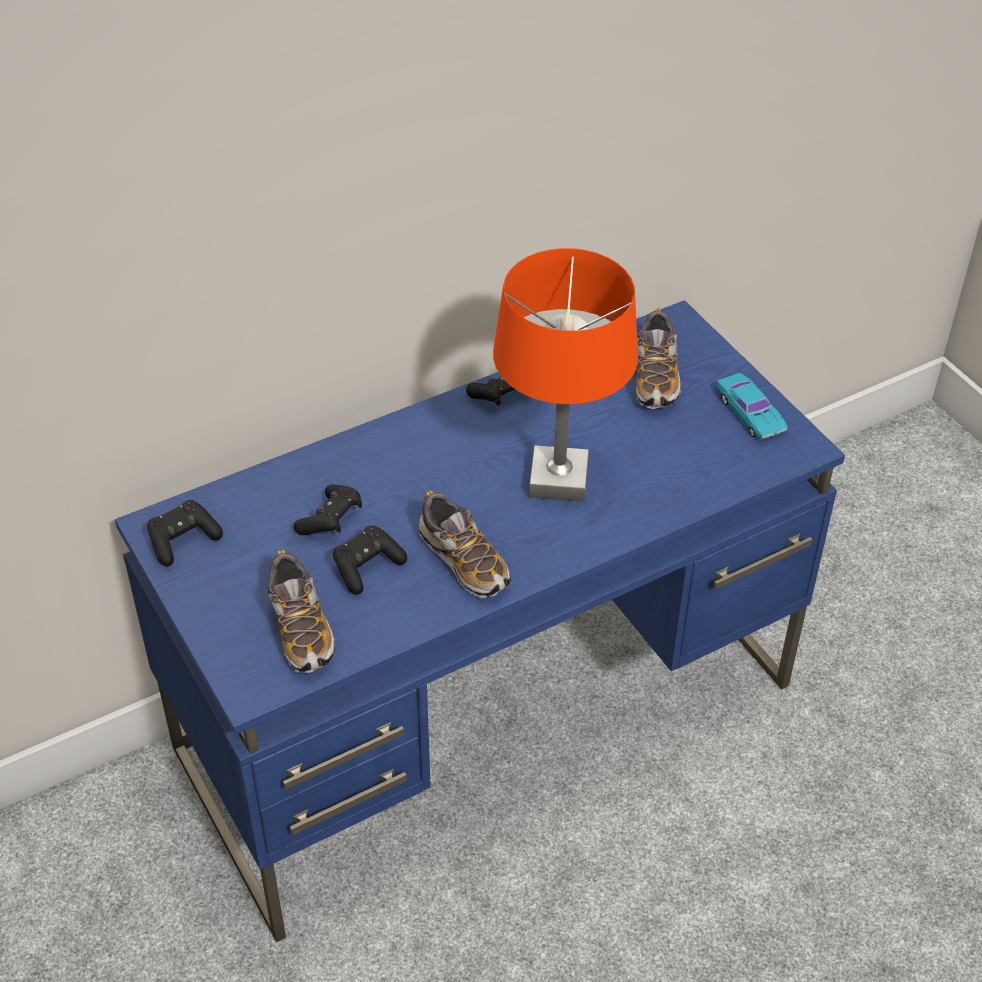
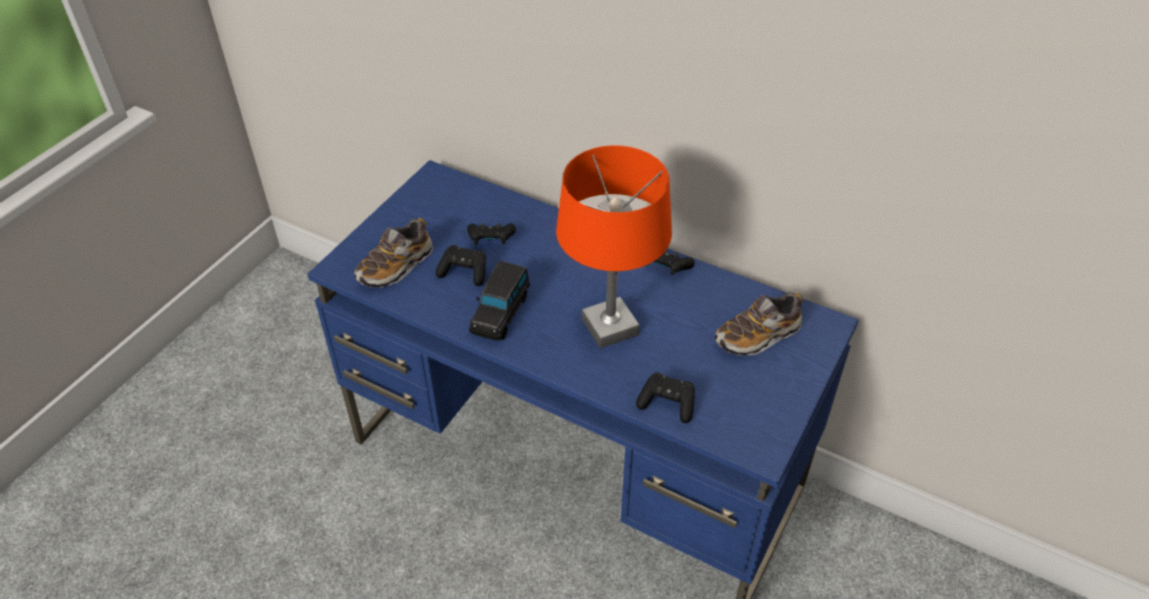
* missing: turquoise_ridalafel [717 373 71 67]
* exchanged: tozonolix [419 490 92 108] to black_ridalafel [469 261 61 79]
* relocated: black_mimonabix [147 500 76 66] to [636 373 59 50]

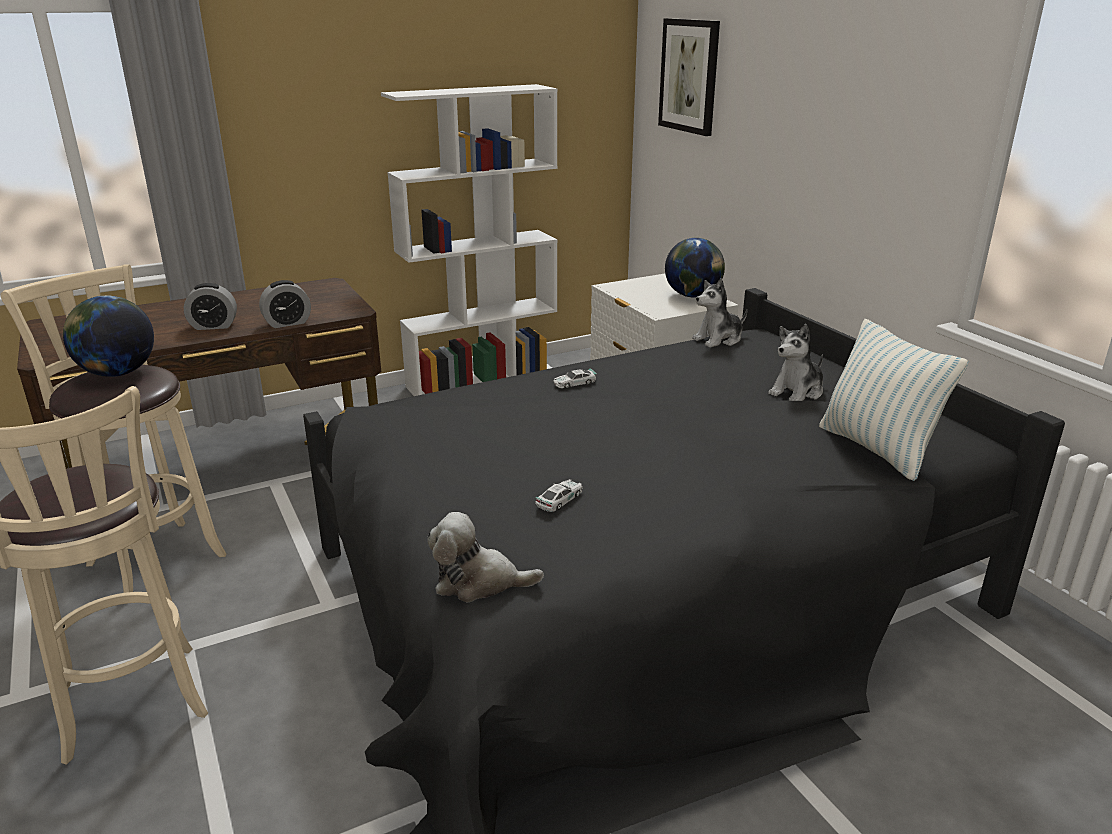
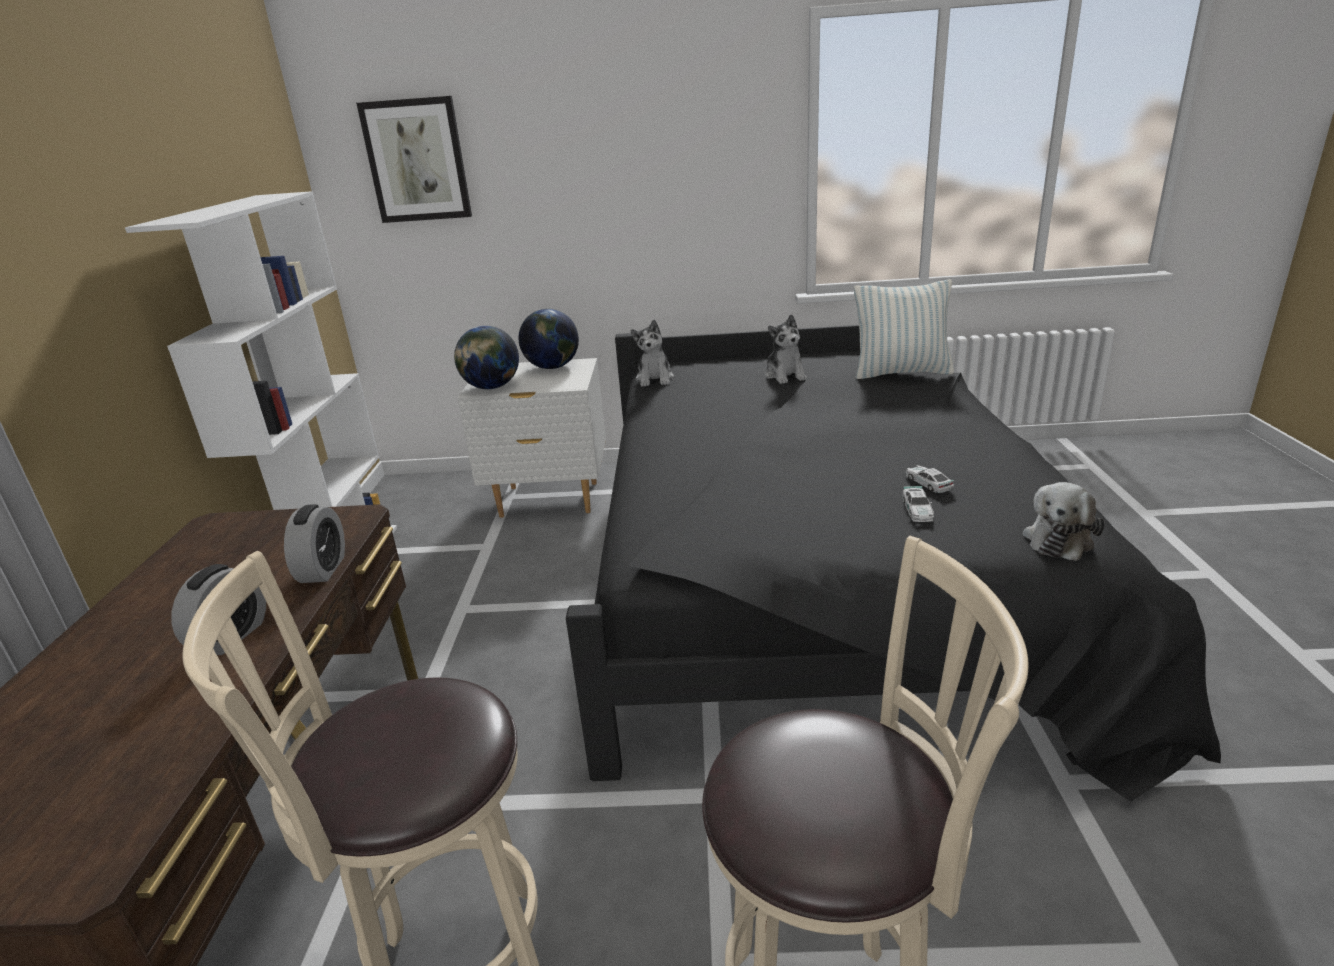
* relocated: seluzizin [63 296 91 81] to [454 326 65 63]
* relocated: ridalafel [553 368 44 20] to [902 486 32 36]

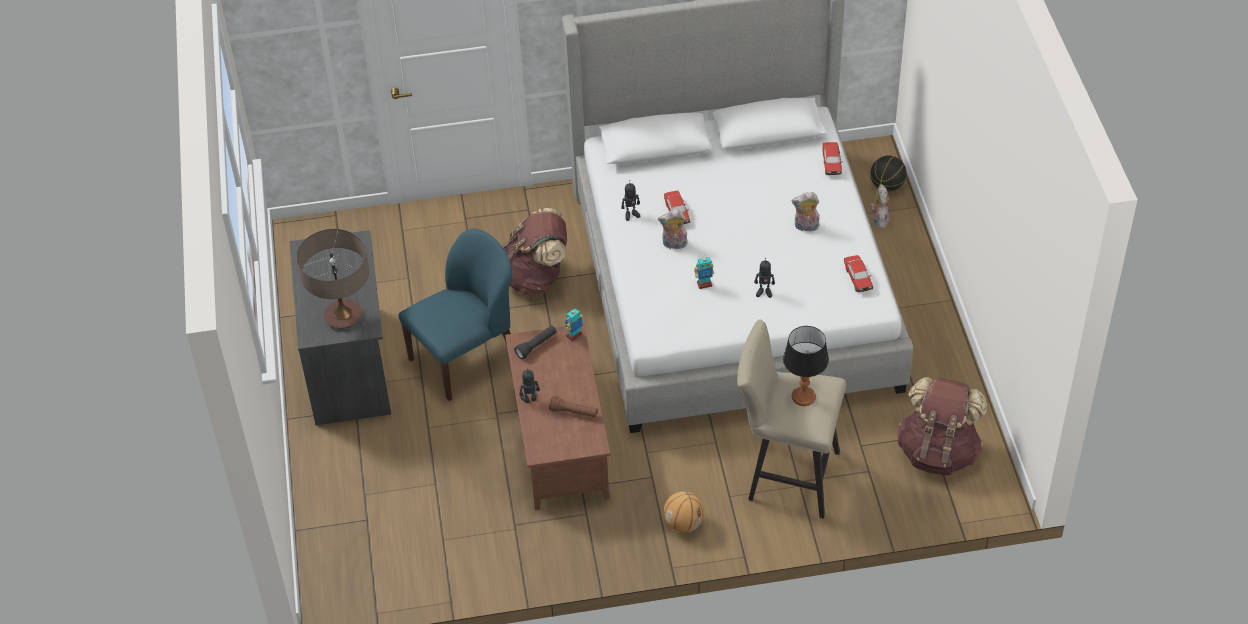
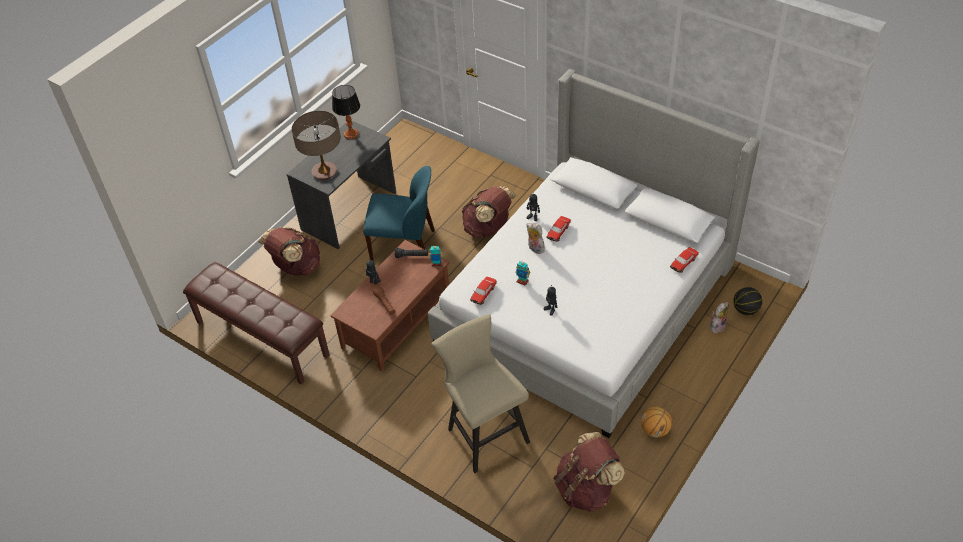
* missing: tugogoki [791 192 29 39]
* relocated: ridalafel [844 255 29 37] to [470 277 27 28]
* relocated: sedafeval [783 326 46 80] to [332 85 28 54]
* relocated: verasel [663 491 42 42] to [641 406 31 32]
* appeared: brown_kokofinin [258 227 62 49]
* appeared: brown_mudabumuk [183 262 147 122]

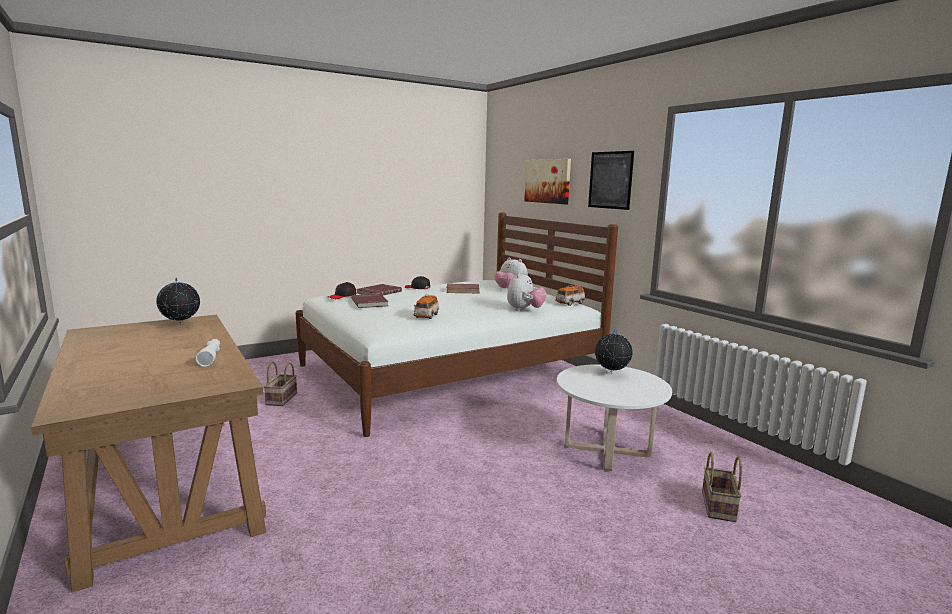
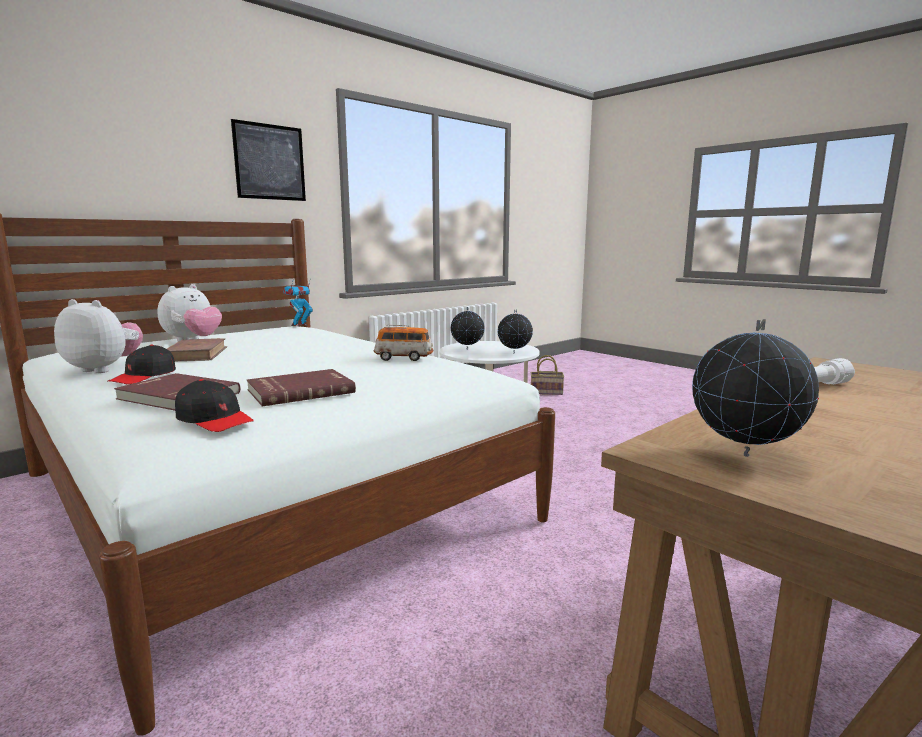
* missing: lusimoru [524 159 47 45]
* relocated: tugogoki [507 272 39 39] to [54 299 89 74]
* exchanged: ridalafel [555 285 30 21] to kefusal [283 278 30 49]
* missing: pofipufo [264 362 33 44]
* appeared: seluzizin [498 309 35 44]

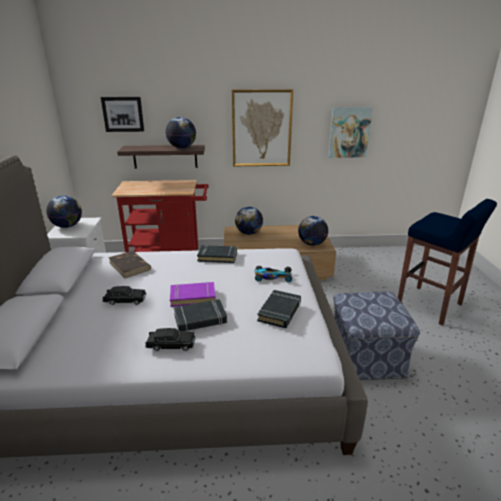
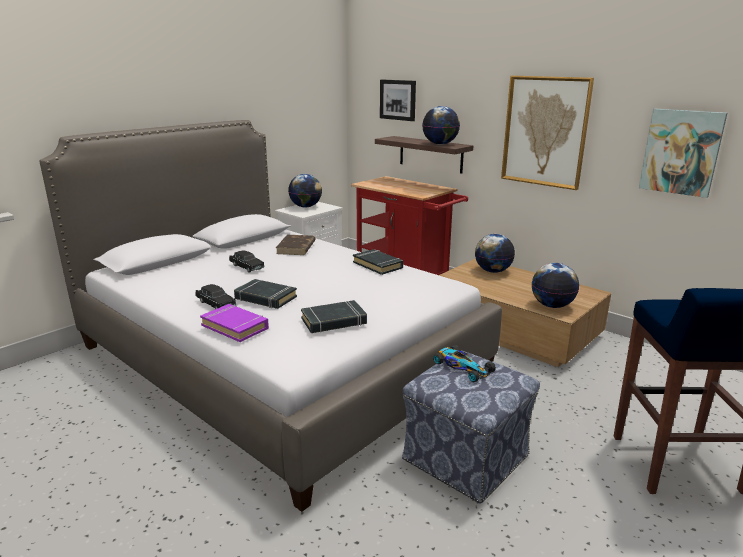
* relocated: ridalafel [255 266 37 16] to [433 345 63 37]
* relocated: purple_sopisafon [170 282 46 25] to [200 304 69 38]

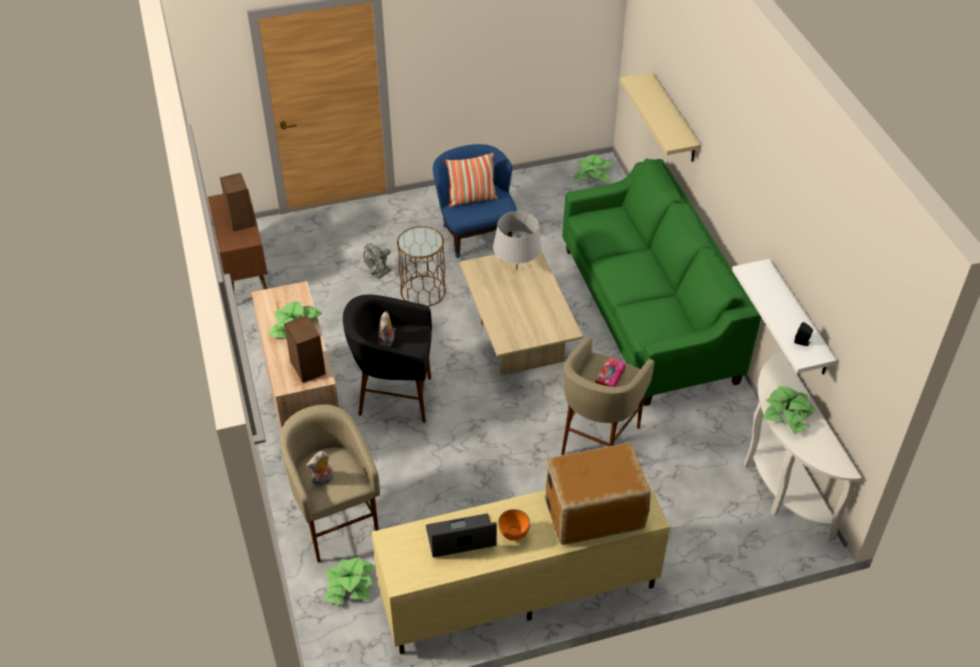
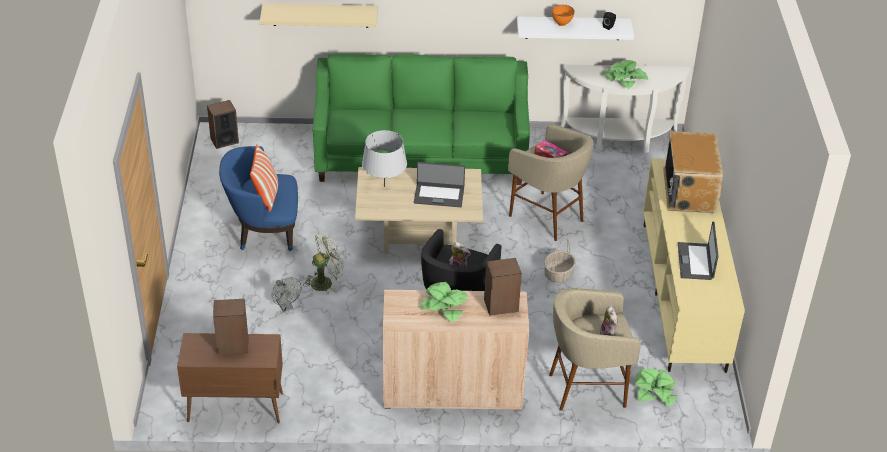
* exchanged: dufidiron [573 154 41 28] to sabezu [207 100 32 49]
* exchanged: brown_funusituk [397 226 49 81] to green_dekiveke [303 233 42 60]
* relocated: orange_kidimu [498 509 32 32] to [552 5 22 21]
* appeared: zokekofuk [414 162 51 45]
* appeared: pofipufo [544 238 32 45]

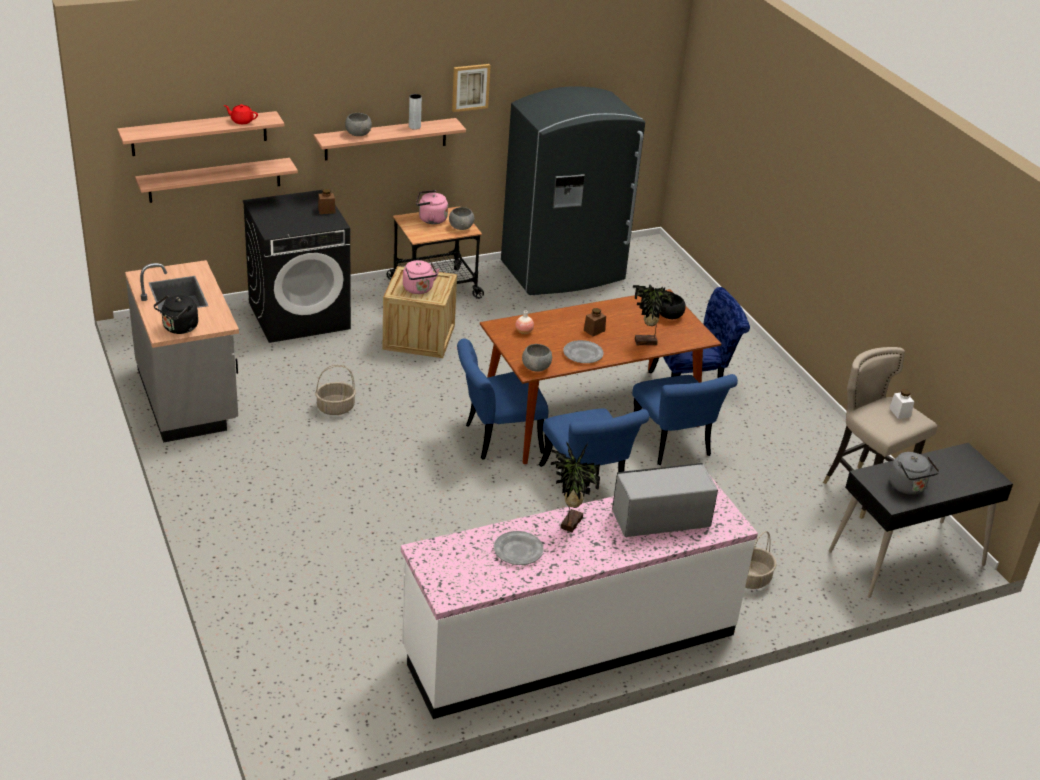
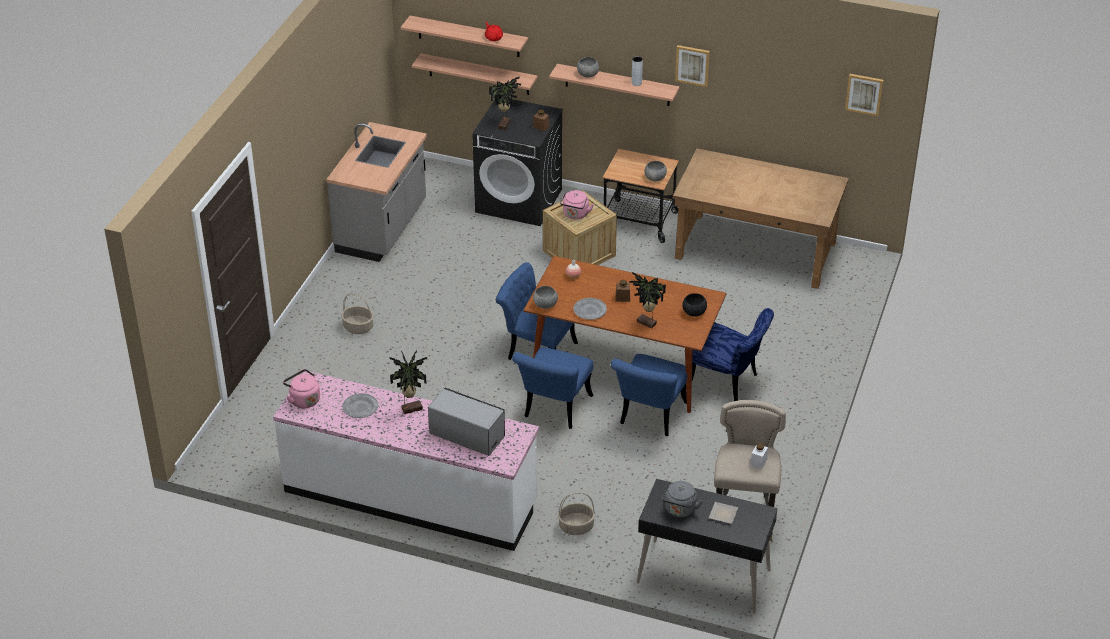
* exchanged: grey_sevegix [501 86 144 209] to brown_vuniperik [673 148 176 141]
* relocated: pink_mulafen [416 190 32 34] to [283 369 37 40]
* missing: black_mulafen [154 295 44 39]
* relocated: pofipufo [315 365 41 50] to [341 293 33 41]
* appeared: lusimoru [845 74 38 42]
* appeared: dufidiron [489 77 32 53]
* appeared: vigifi [709 502 29 22]

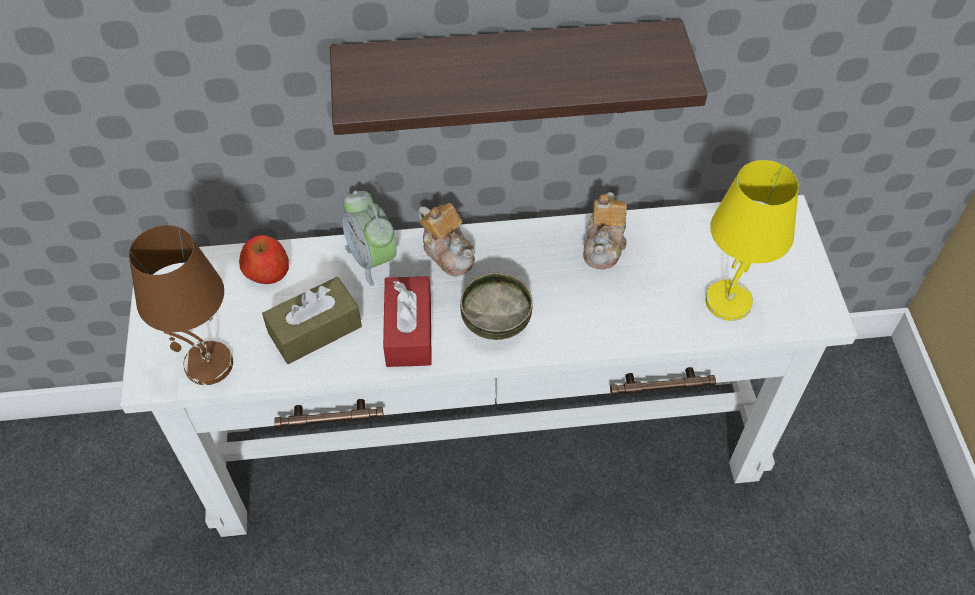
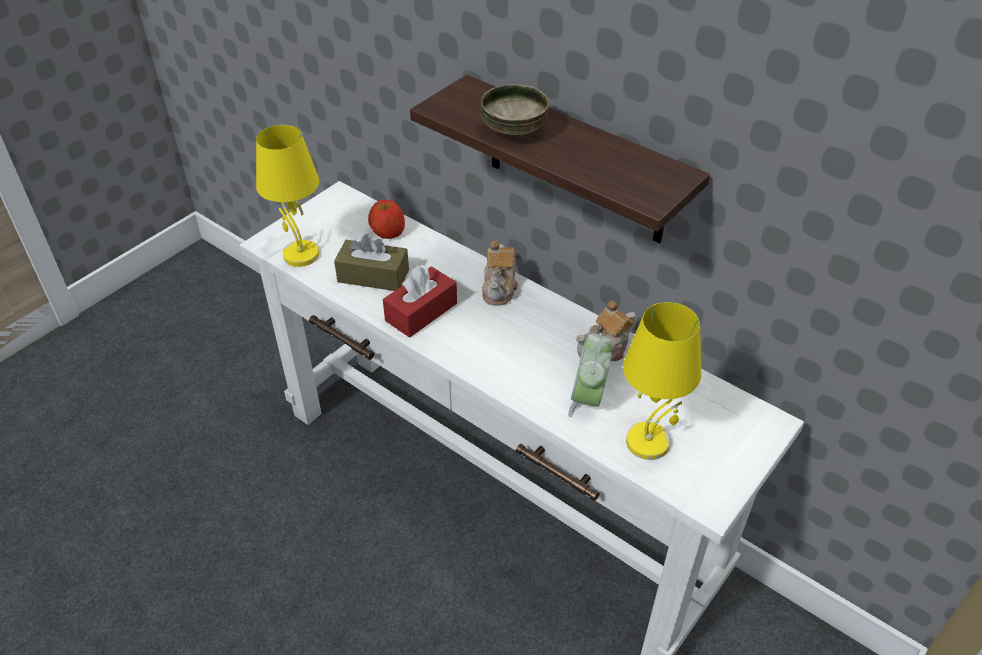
* relocated: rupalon [342 190 55 96] to [568 333 44 84]
* colour: brown_sedafeval [129 225 104 160] to yellow_sedafeval [256 125 63 142]
* relocated: kidimu [460 273 73 67] to [481 84 68 53]

